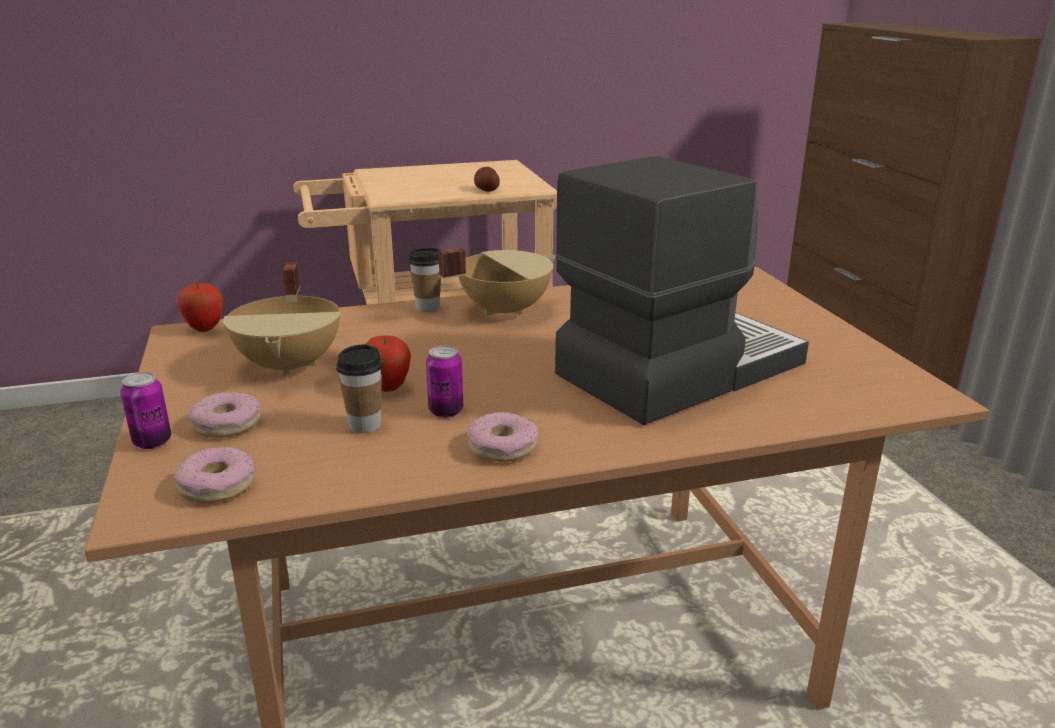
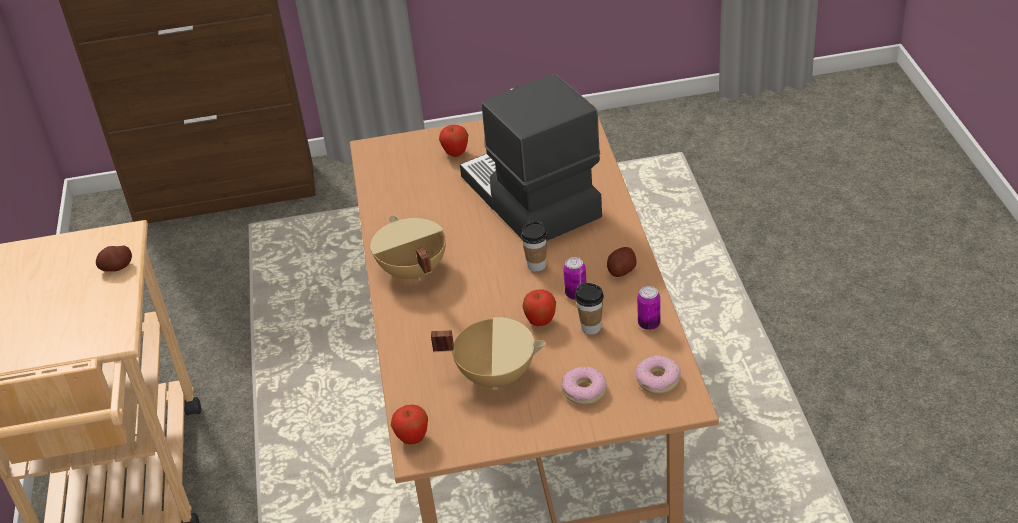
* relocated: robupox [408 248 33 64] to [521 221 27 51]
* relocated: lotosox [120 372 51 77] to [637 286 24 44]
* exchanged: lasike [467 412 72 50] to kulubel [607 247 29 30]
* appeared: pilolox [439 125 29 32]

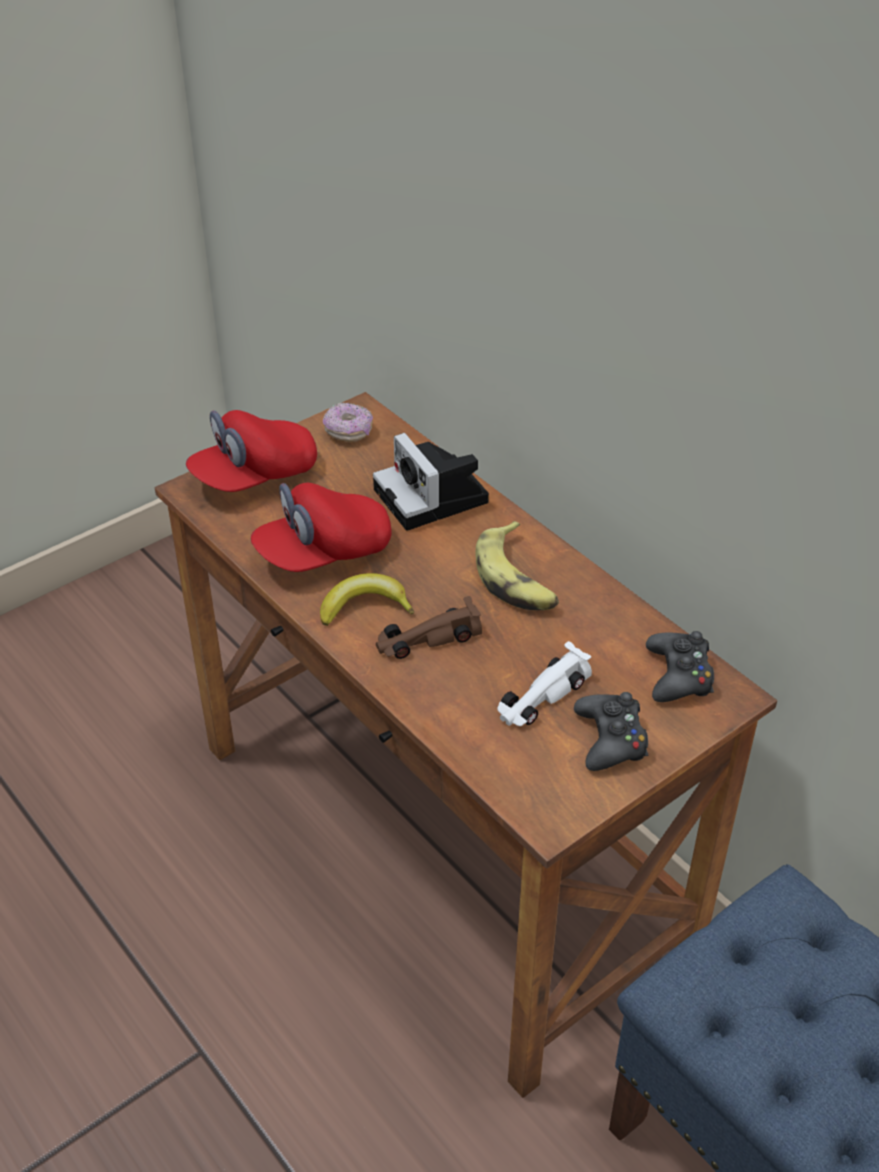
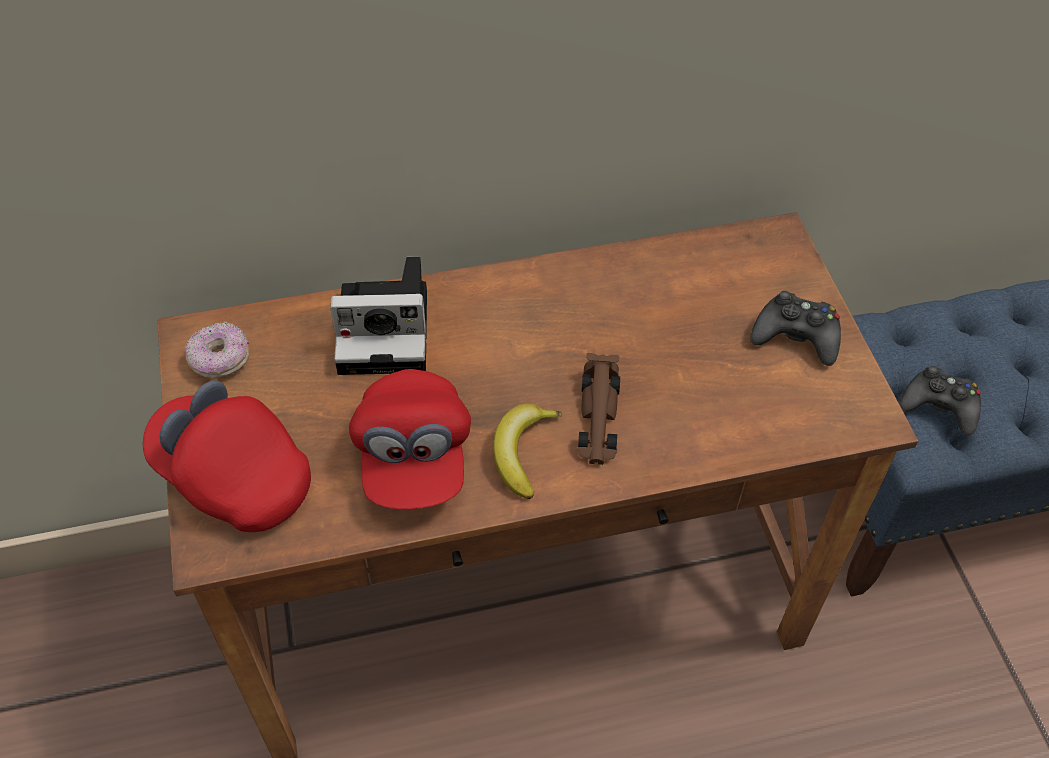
* spun: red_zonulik [186 410 131 82] = [143 380 168 152] 135 degrees clockwise
* missing: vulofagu [476 521 83 89]
* relocated: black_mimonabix [646 631 68 71] to [899 366 82 70]
* missing: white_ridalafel [497 641 95 85]

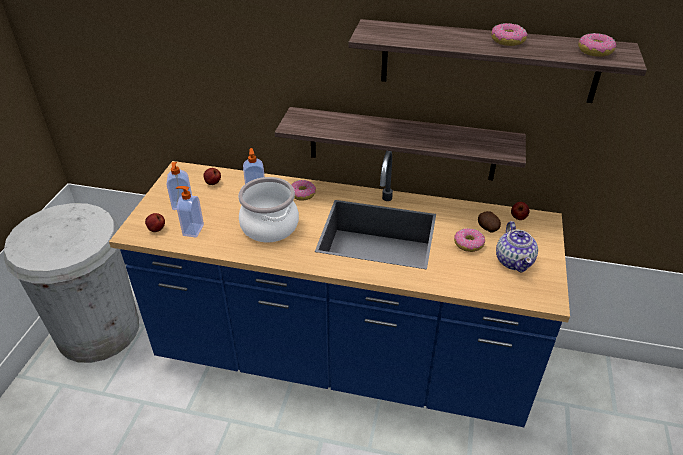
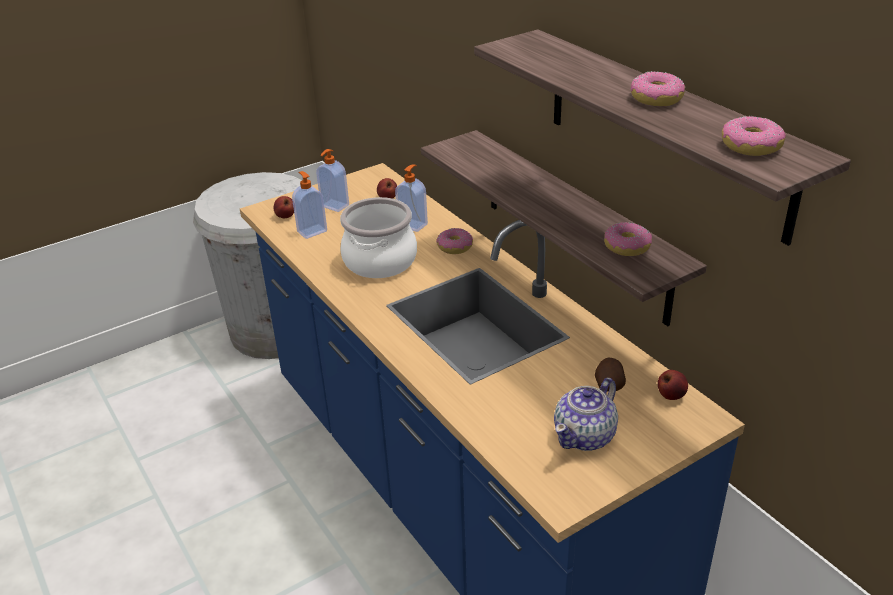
* relocated: lasike [454 228 31 24] to [604 222 48 34]

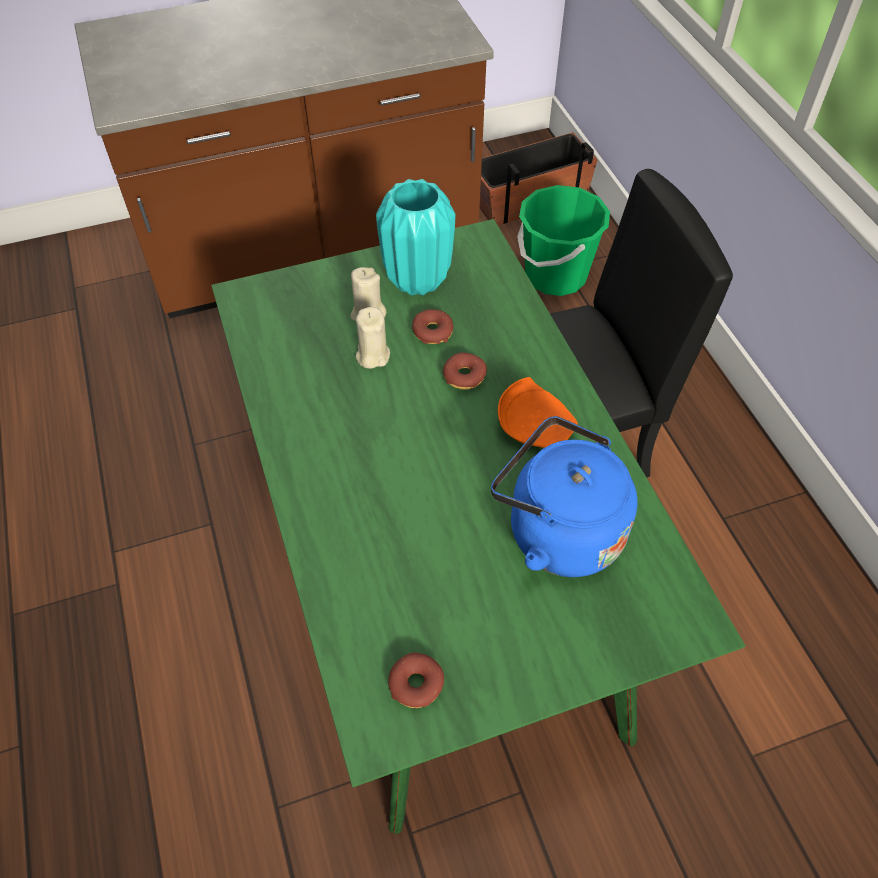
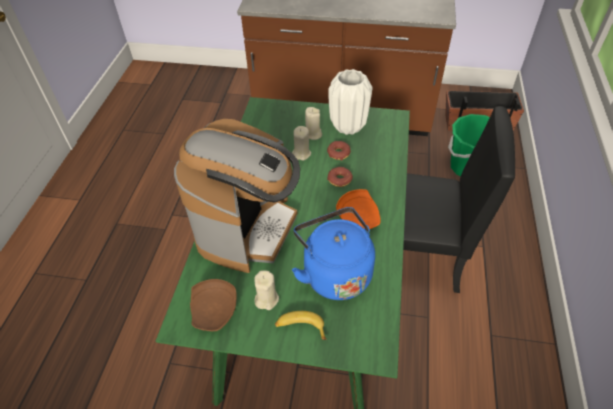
* colour: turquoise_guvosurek [376 179 79 116] to white_guvosurek [328 69 44 66]
* exchanged: lasike [388 653 56 55] to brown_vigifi [190 279 47 52]
* appeared: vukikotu [174 119 126 154]
* appeared: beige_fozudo [254 270 25 40]
* appeared: vulofagu [275 311 51 29]

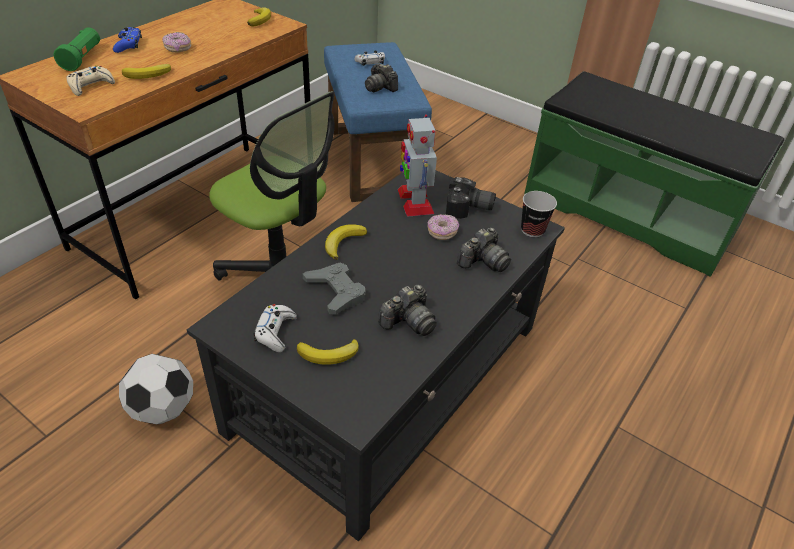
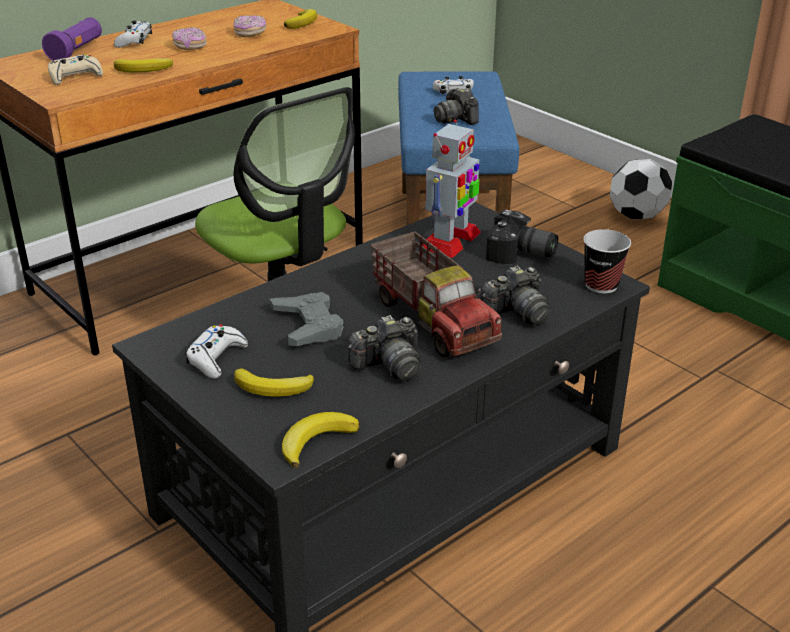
* colour: blue_mimonabix [113 27 29 26] to white_mimonabix [114 21 38 27]
* colour: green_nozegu [54 28 46 43] to purple_nozegu [42 17 60 44]
* spun: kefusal [398 114 39 103] = [423 119 58 139] 150 degrees counterclockwise
* relocated: lasike [427 214 32 26] to [233 15 33 22]
* relocated: vulofagu [325 224 42 36] to [282 412 78 56]
* relocated: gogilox [119 354 74 70] to [610 159 62 60]
* appeared: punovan [370 232 132 126]

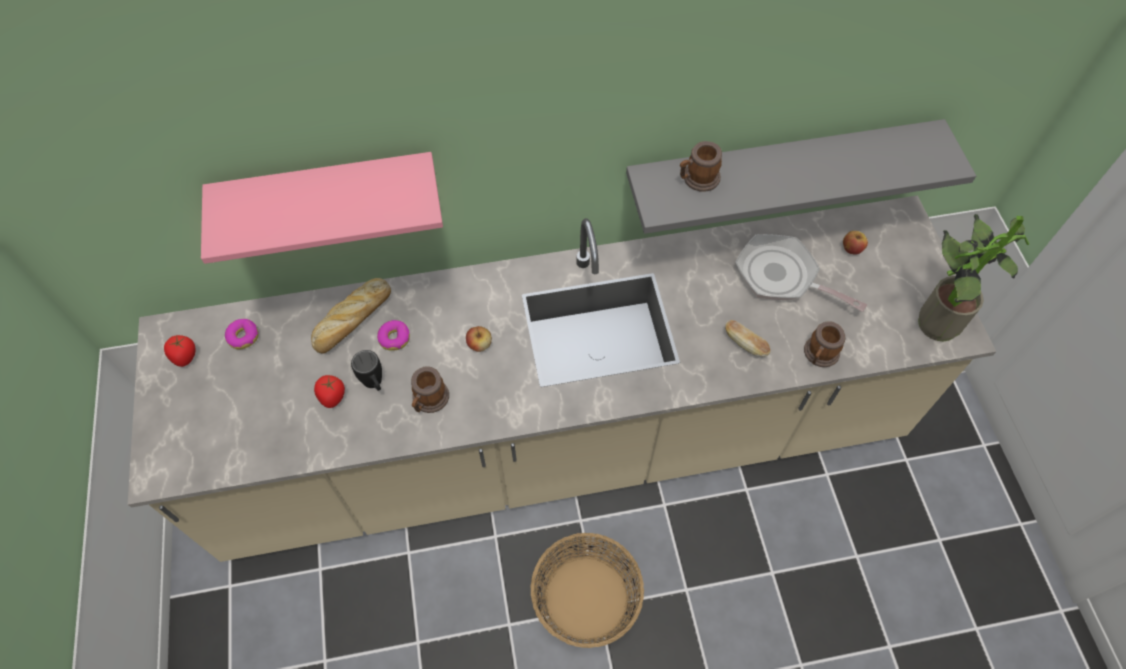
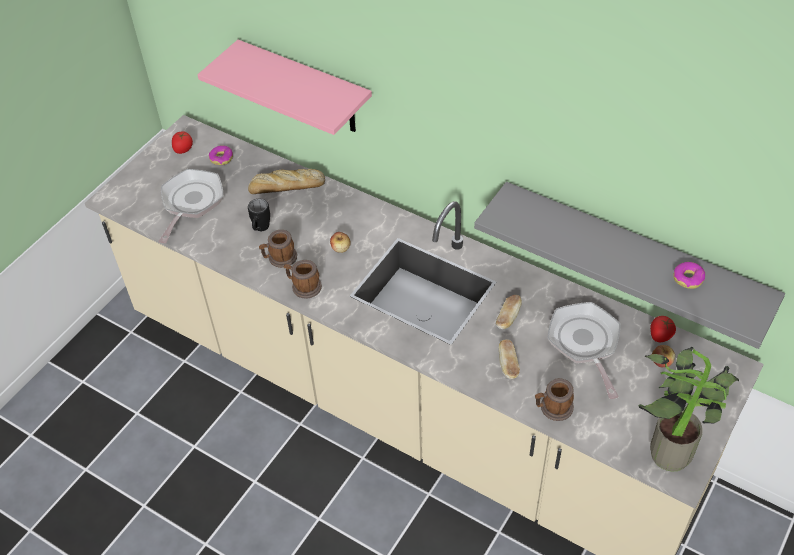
* relocated: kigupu [680 141 42 51] to [284 260 38 39]
* relocated: lasike [377 320 33 31] to [673 262 32 27]
* relocated: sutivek [314 375 31 33] to [650 316 26 26]
* missing: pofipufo [531 533 113 115]
* appeared: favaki [158 169 65 74]
* appeared: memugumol [496 295 26 34]

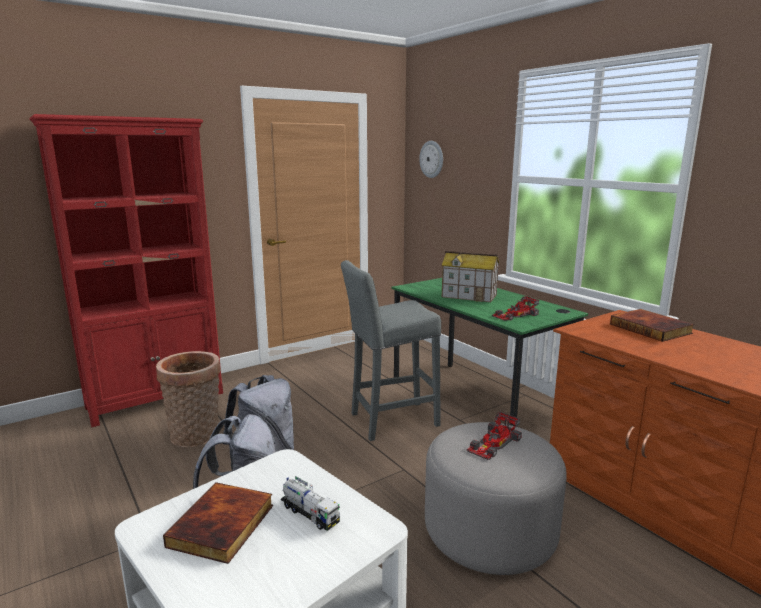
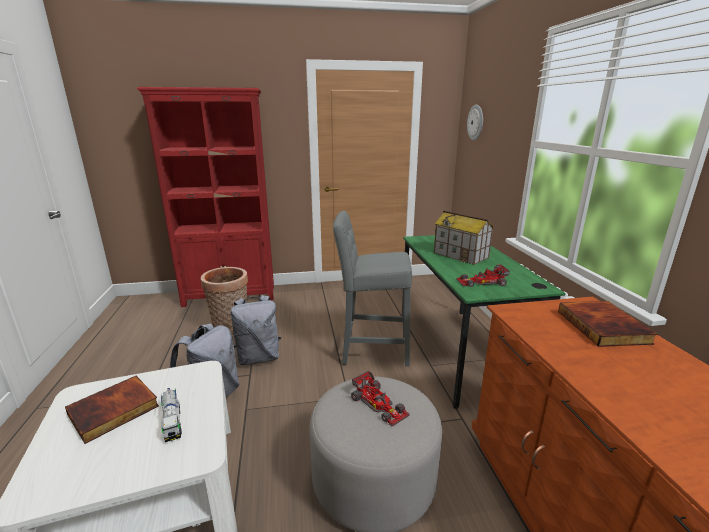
* spun: ridalafel [466 412 56 48] = [351 371 58 55] 105 degrees counterclockwise

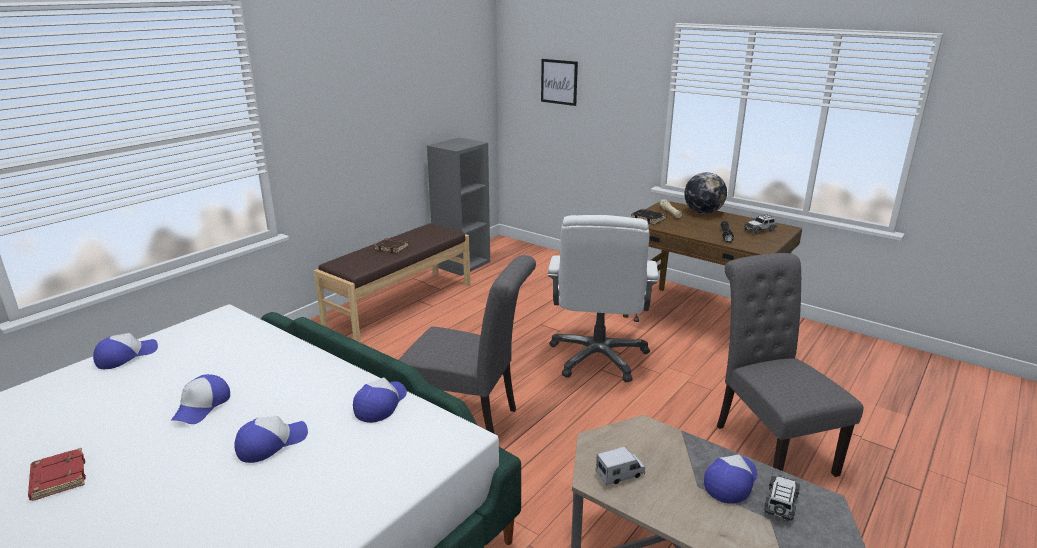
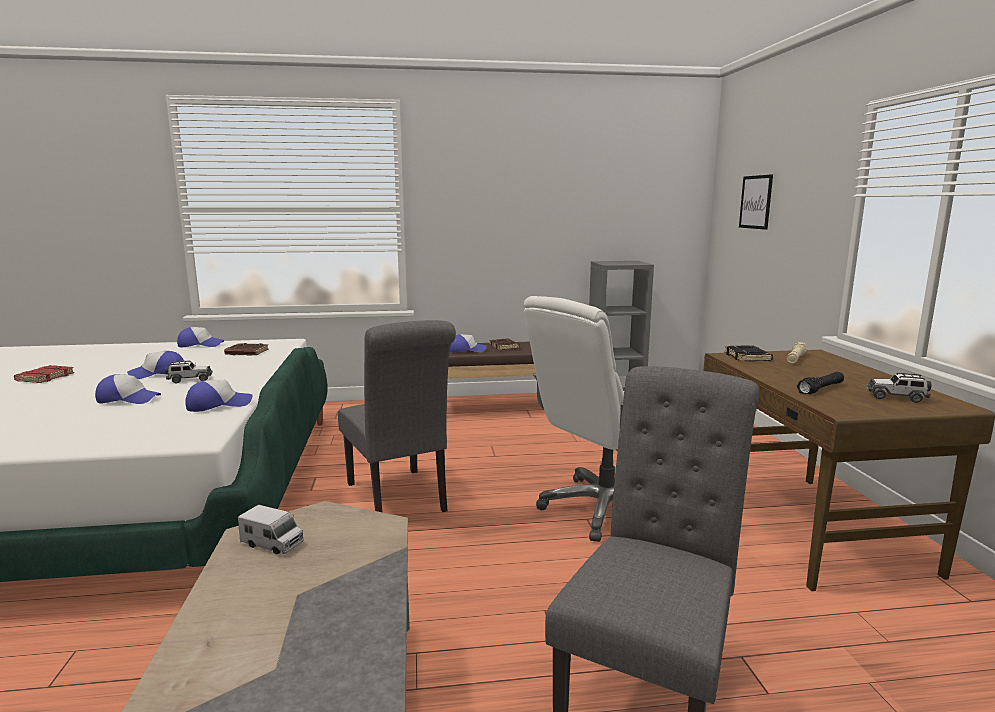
* missing: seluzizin [684 172 43 42]
* relocated: zonulik [704 455 53 49] to [450 334 37 19]
* relocated: ridalafel [764 475 36 46] to [165 360 48 23]
* appeared: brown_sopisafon [224 343 45 13]

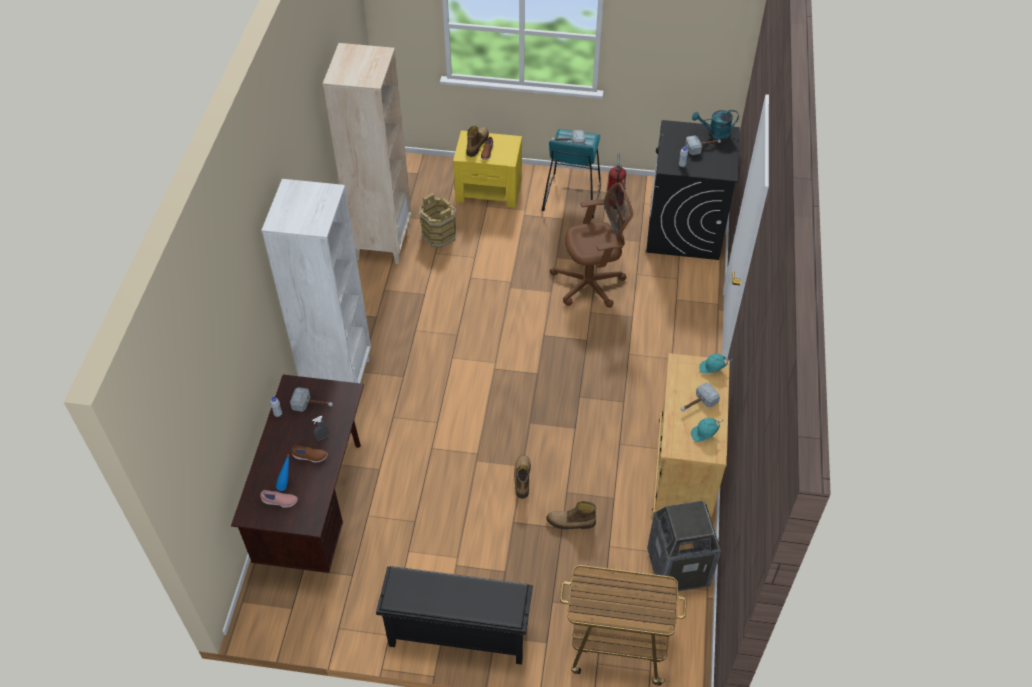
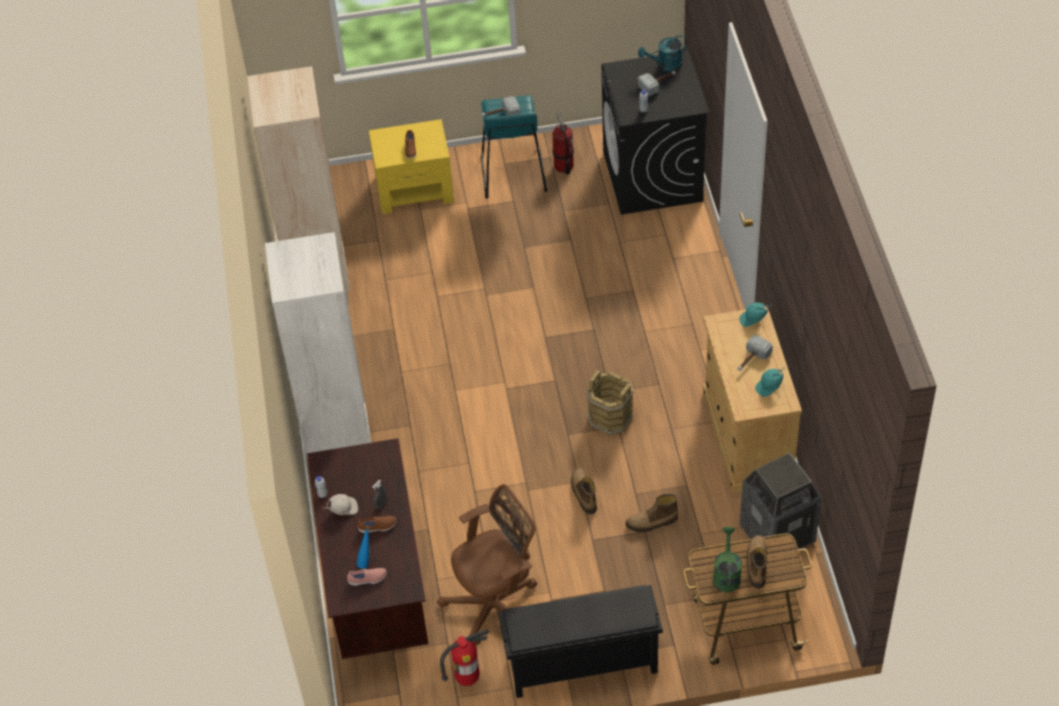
* relocated: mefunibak [466 126 23 31] to [747 535 20 54]
* relocated: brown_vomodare [550 182 83 126] to [437 484 100 161]
* relocated: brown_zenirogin [419 193 38 55] to [587 370 47 65]
* missing: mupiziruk [290 387 43 25]
* appeared: white_zonulik [322 494 36 21]
* appeared: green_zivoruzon [713 527 29 66]
* appeared: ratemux [440 629 50 57]

